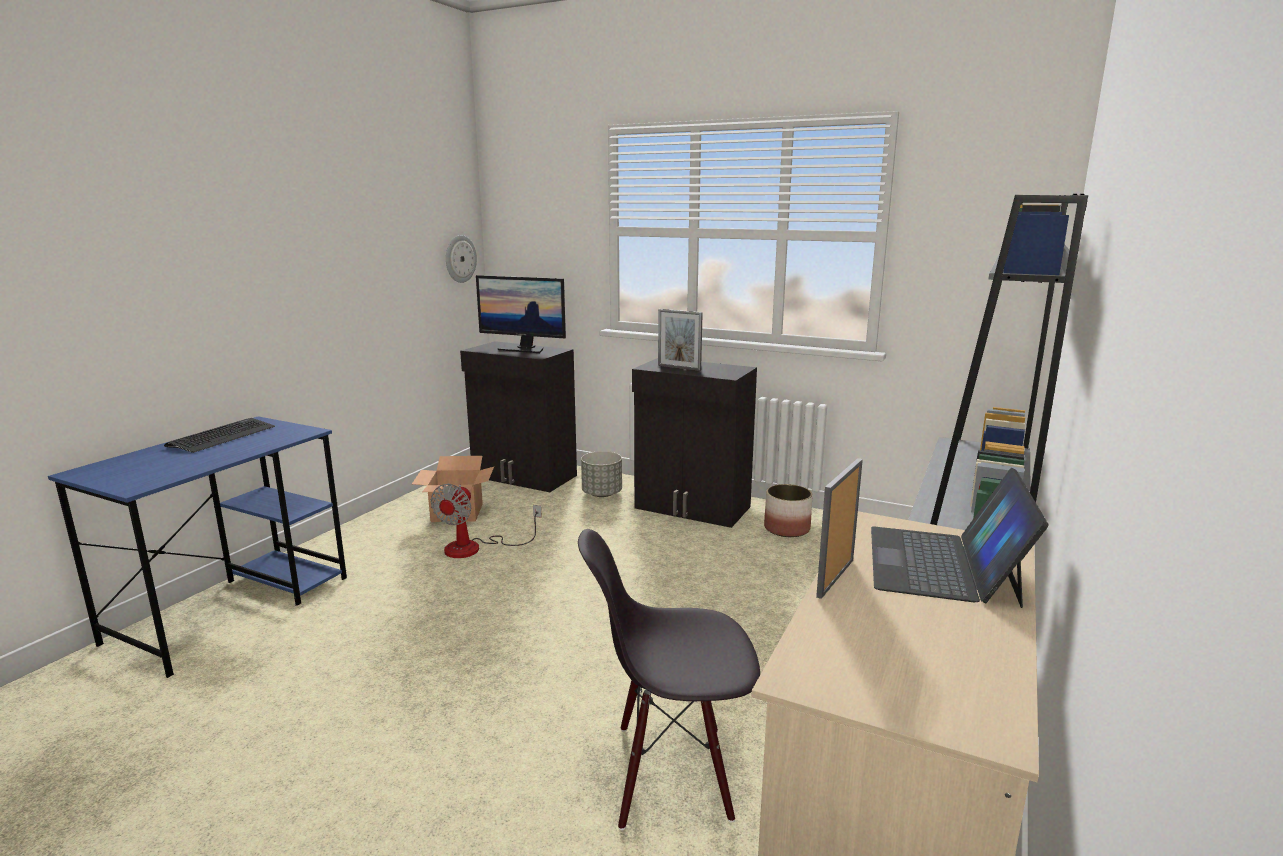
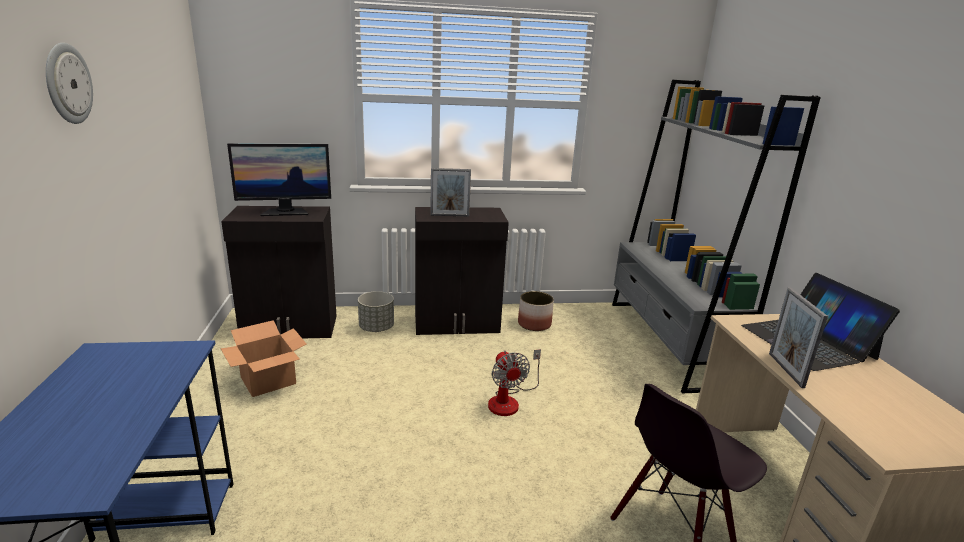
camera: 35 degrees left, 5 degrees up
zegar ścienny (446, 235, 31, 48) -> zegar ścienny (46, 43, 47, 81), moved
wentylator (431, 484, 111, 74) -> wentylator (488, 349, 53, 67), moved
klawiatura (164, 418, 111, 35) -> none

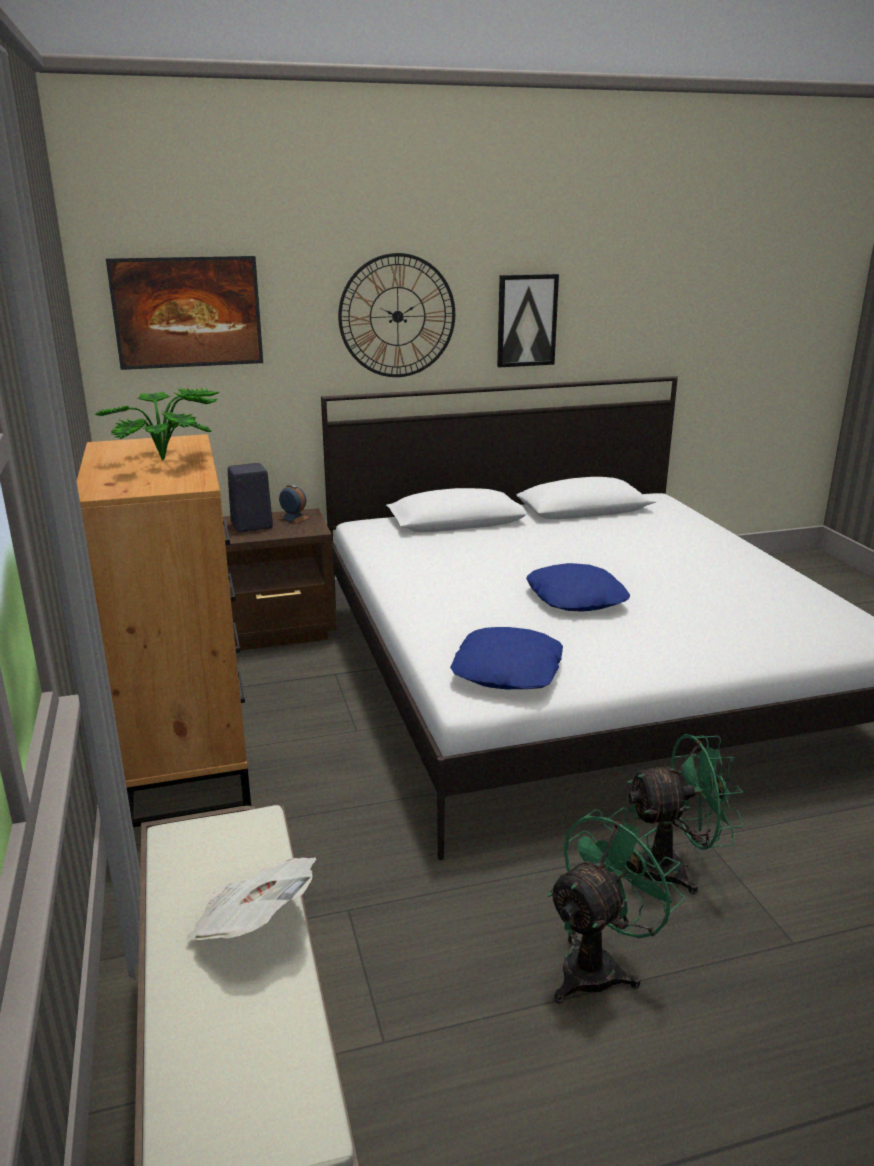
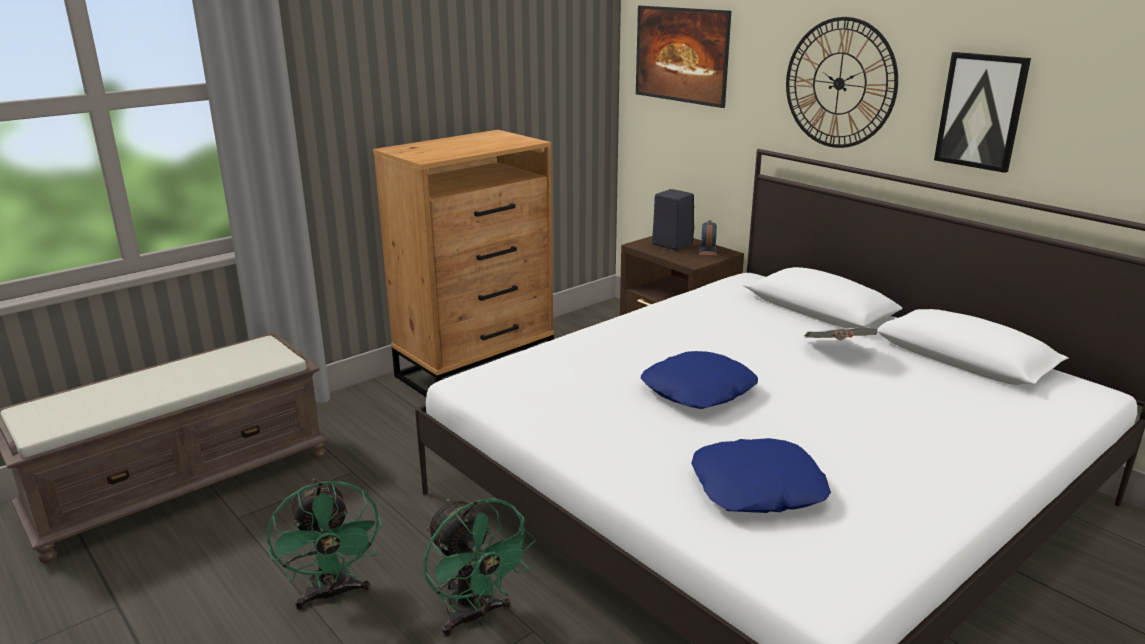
camera: 65 degrees right, 0 degrees up
wentylator [zielony] (547, 807, 138, 197) -> wentylator [zielony] (267, 478, 115, 131), 45 degrees clockwise
poduszka [niebieski] (450, 627, 113, 62) -> poduszka [niebieski] (691, 438, 140, 75), moved
gazeta (186, 857, 130, 83) -> gazeta (804, 328, 74, 13), moved
roślina doniczkowa (95, 388, 124, 72) -> none

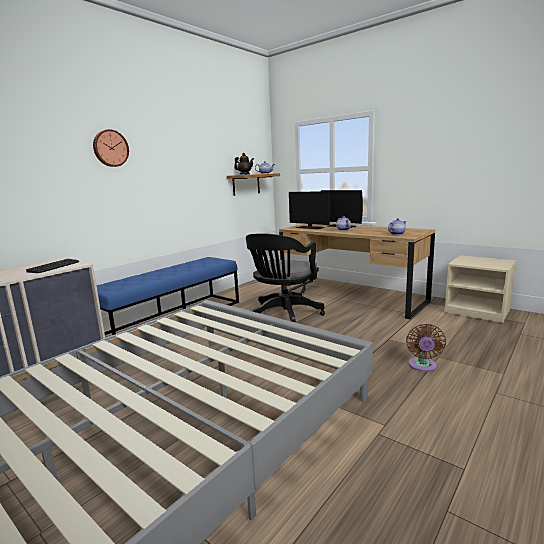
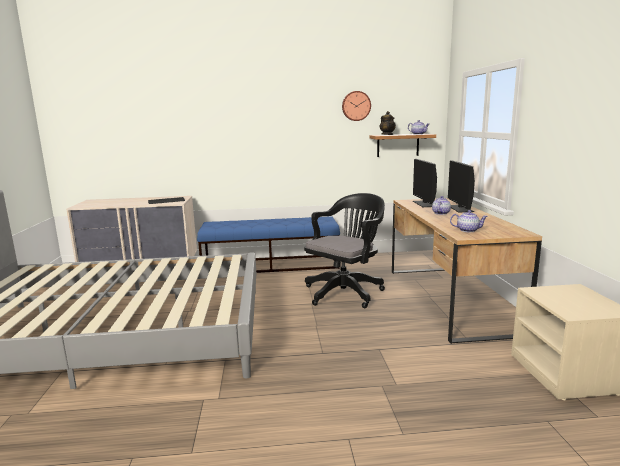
camera: 45 degrees right, 0 degrees up
krzesło biurowe [czarny] (246, 233, 79, 89) -> krzesło biurowe [czarny] (304, 193, 81, 115), 150 degrees clockwise
zegar ścienny (93, 129, 36, 38) -> zegar ścienny (342, 91, 29, 30), moved
wentylator [brązowy] (406, 324, 40, 48) -> none

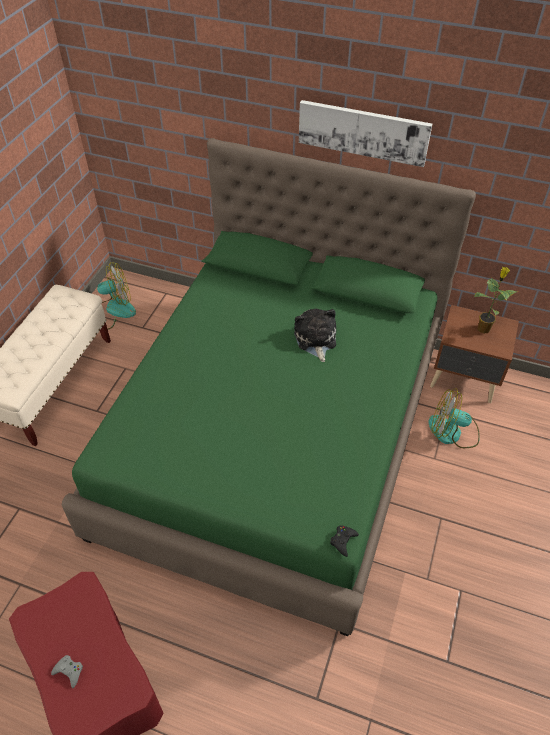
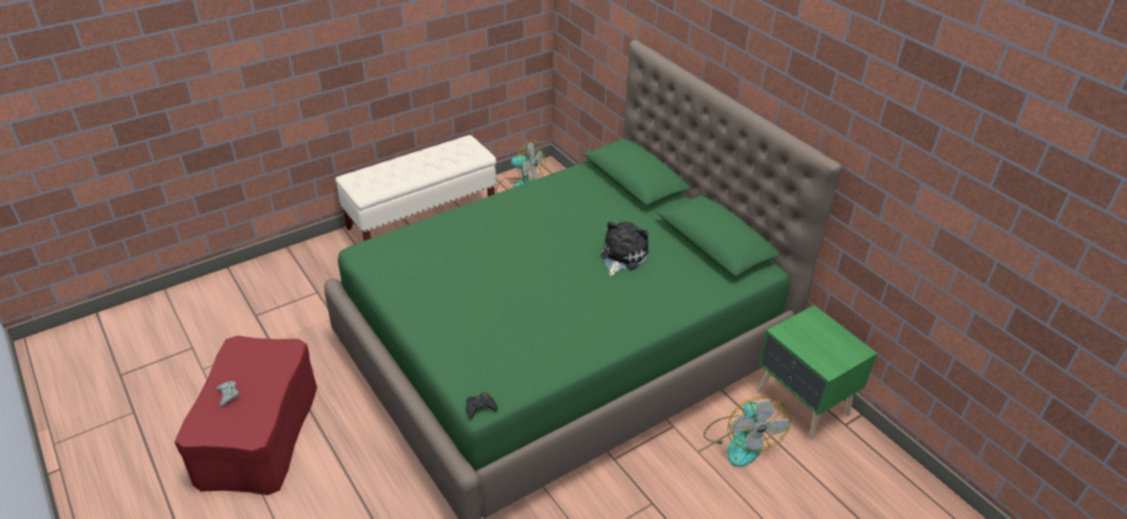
camera: 35 degrees right, 10 degrees down
wentylator (428, 388, 52, 60) -> wentylator (703, 397, 88, 70), 150 degrees counterclockwise
szafka nocna [brązowy] (430, 305, 89, 98) -> szafka nocna [zielony] (758, 305, 119, 134)
obraz (299, 100, 133, 67) -> none
roślina doniczkowa (474, 267, 43, 67) -> none

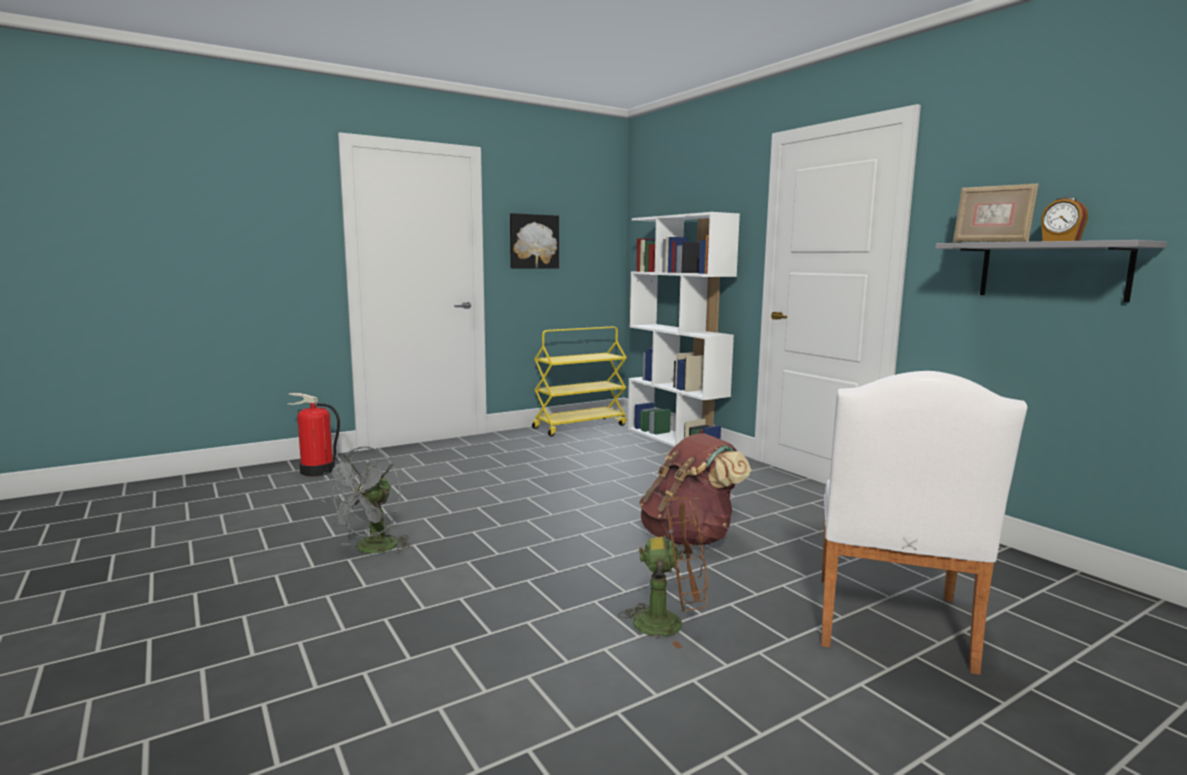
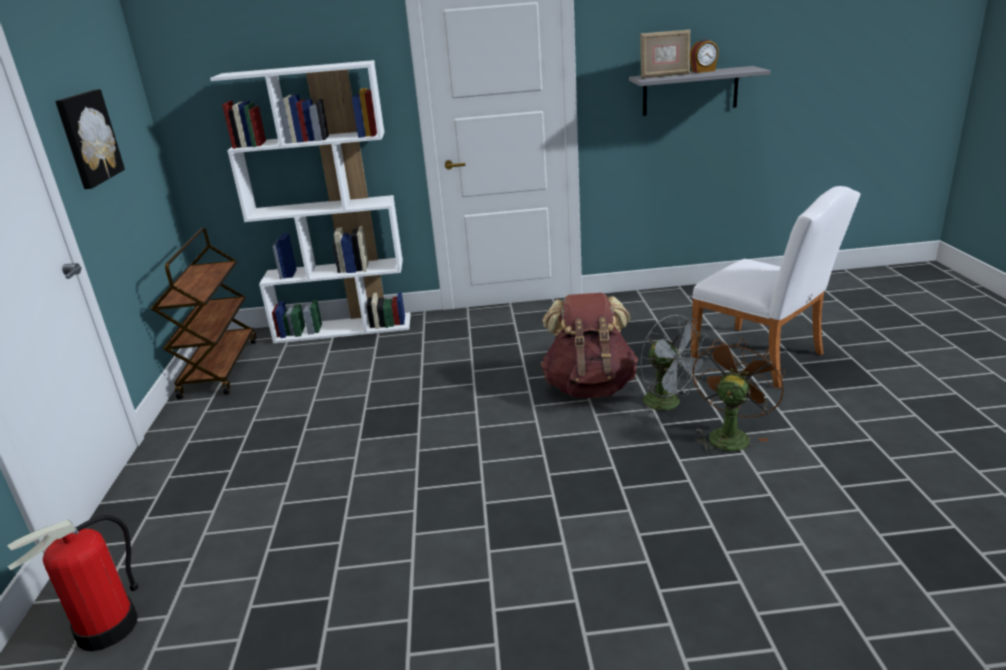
camera: 60 degrees left, 15 degrees up
wózek [żółty] (532, 326, 95, 110) -> wózek [brązowy] (151, 227, 105, 172)
wentylator [szary] (321, 446, 90, 108) -> wentylator [szary] (641, 315, 69, 103), moved

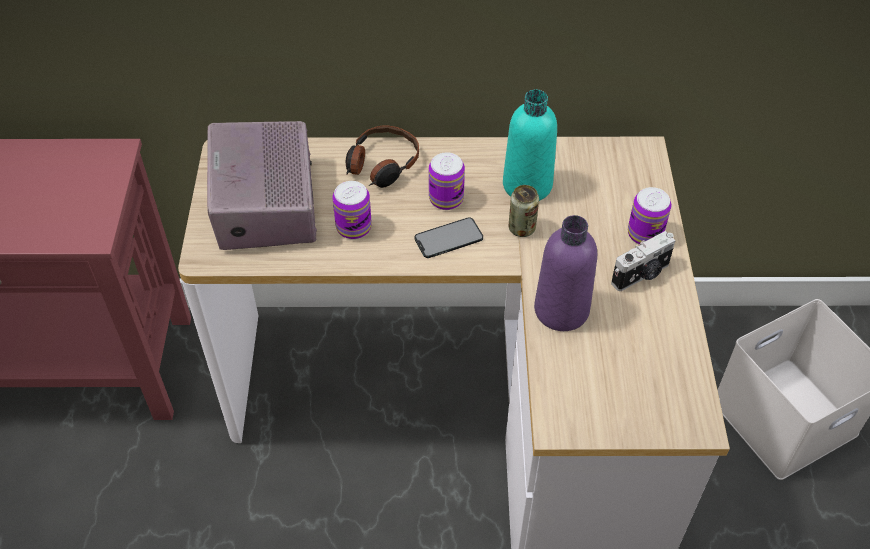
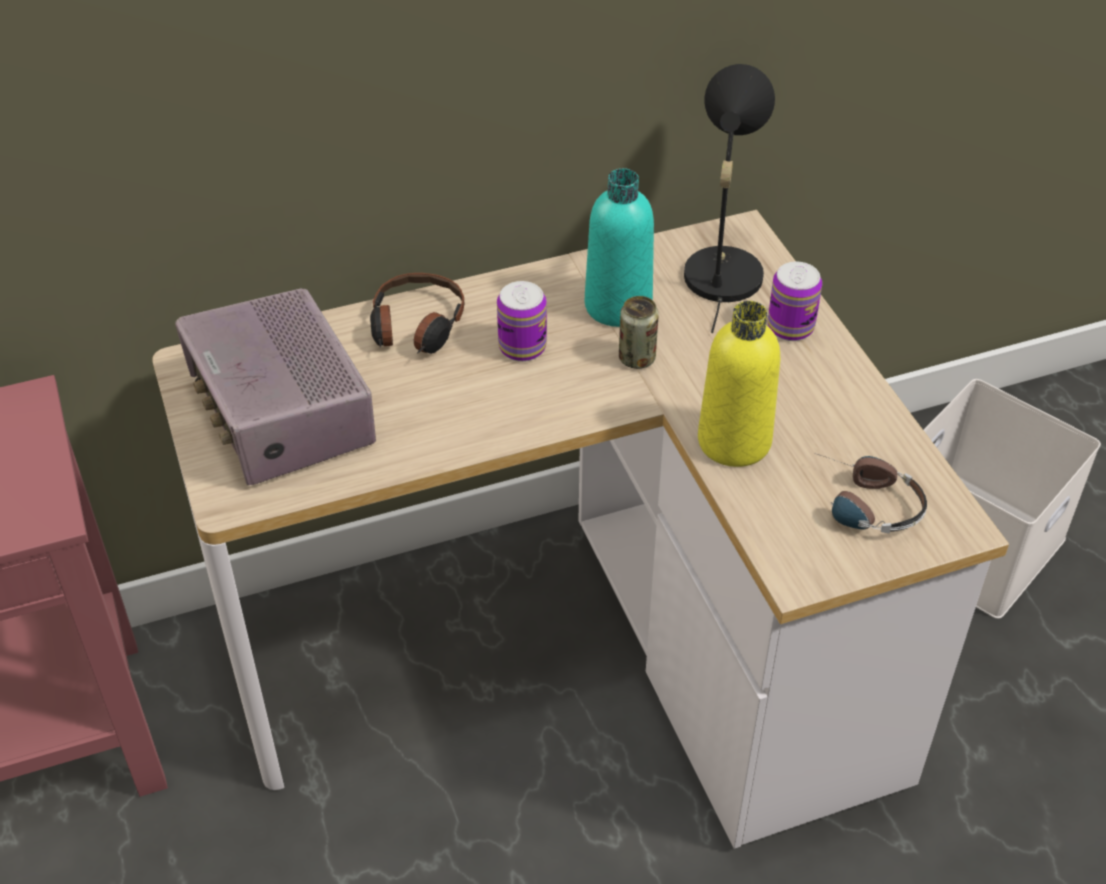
camera: 20 degrees left, 5 degrees down
none -> lampa stołowa [czarny] (684, 64, 91, 269)
butelka [fioletowy] (534, 215, 63, 116) -> butelka [żółty] (698, 301, 82, 166)
none -> słuchawki (814, 453, 113, 81)
puszka (332, 181, 40, 58) -> none
telefon (414, 217, 69, 41) -> none
aparat fotograficzny (611, 231, 64, 60) -> none

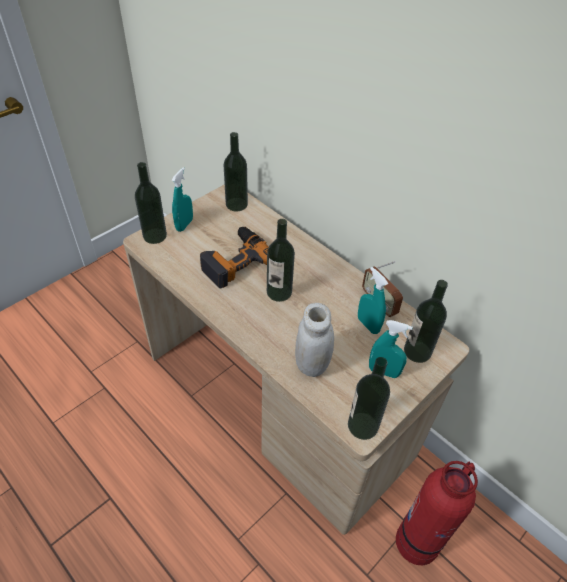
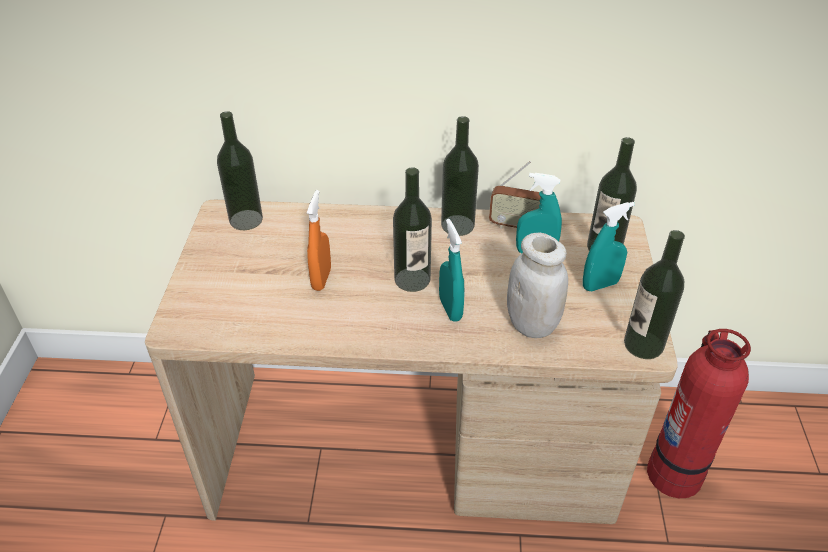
camera: 40 degrees left, 5 degrees down
wiertarka (200, 227, 69, 61) -> spryskiwacz [pomarańczowy] (307, 190, 24, 101)
spryskiwacz [turkusowy] (172, 167, 21, 65) -> spryskiwacz [turkusowy] (439, 219, 26, 103), moved
butelka (135, 162, 32, 82) -> butelka (441, 116, 38, 120), moved

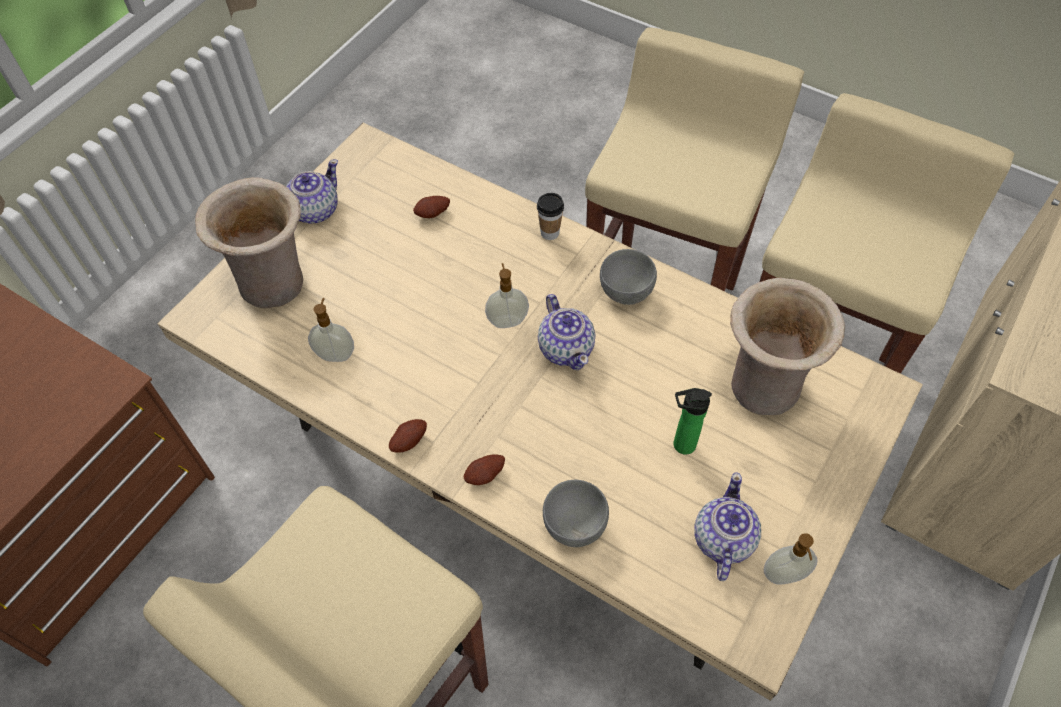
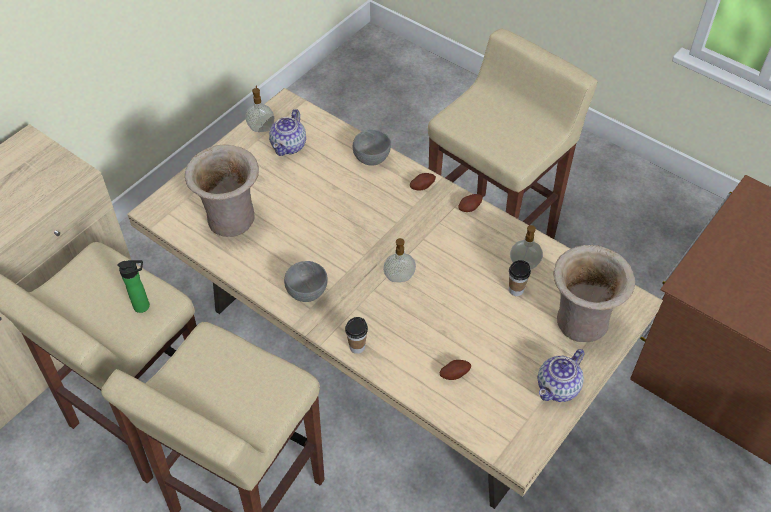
camera: 175 degrees left, 5 degrees down
butelka (674, 388, 38, 67) -> butelka (117, 260, 33, 53), moved
none -> filiżanka (509, 260, 22, 36)
imbryk (538, 294, 57, 76) -> none

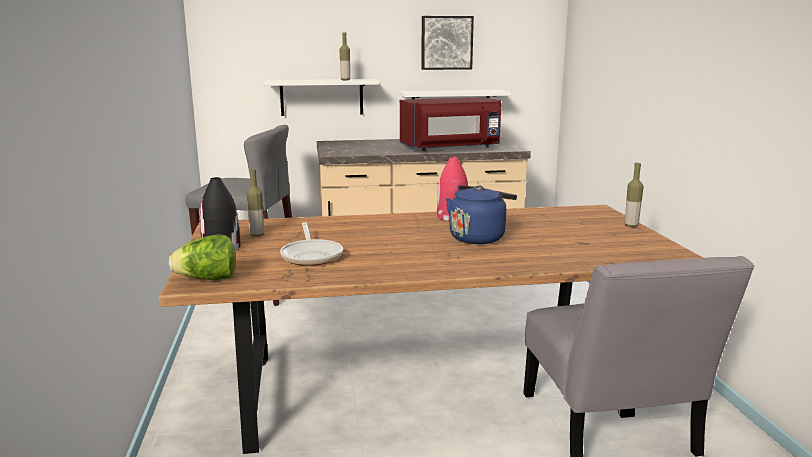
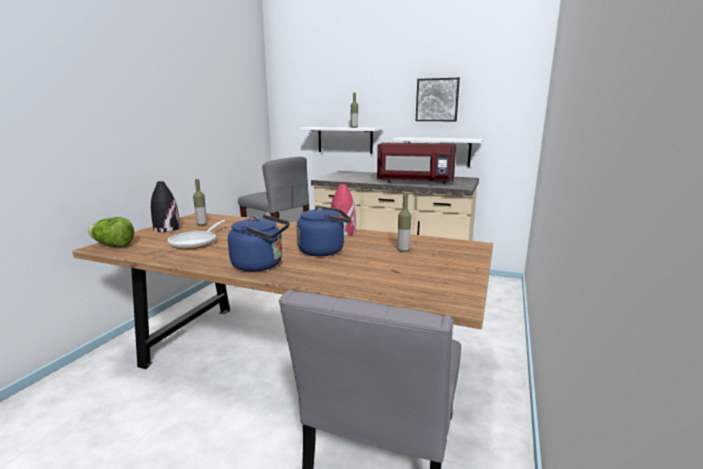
camera: 30 degrees right, 0 degrees up
none -> czajnik [niebieski] (228, 215, 61, 57)
butelka (625, 163, 19, 64) -> butelka (398, 195, 13, 57), moved

